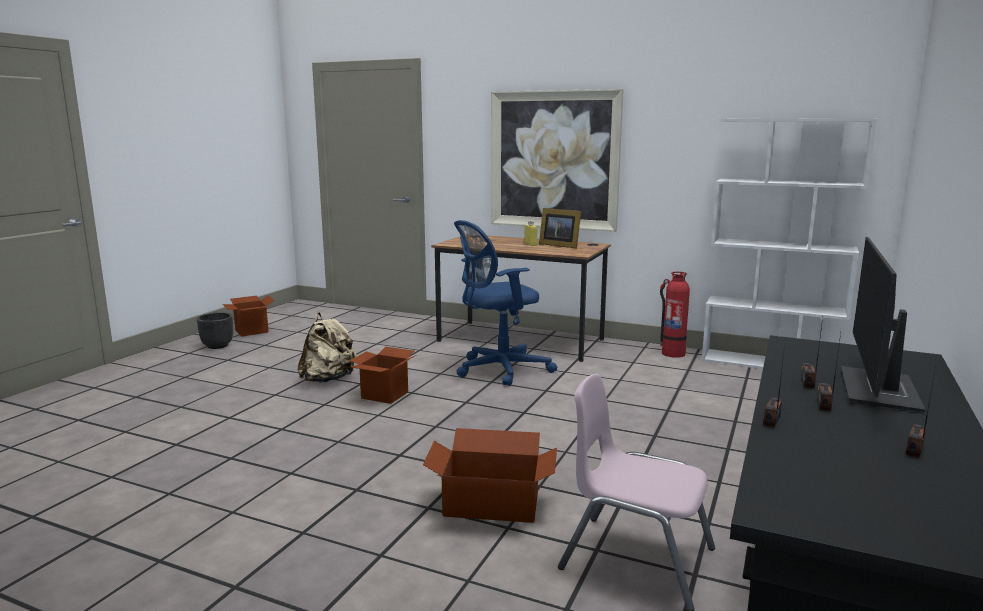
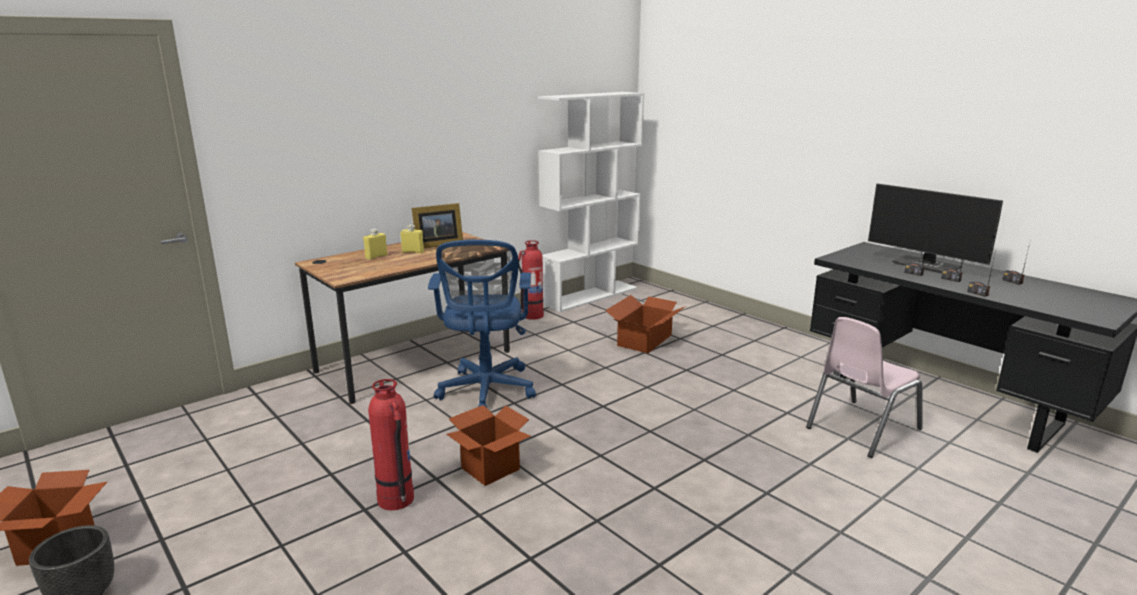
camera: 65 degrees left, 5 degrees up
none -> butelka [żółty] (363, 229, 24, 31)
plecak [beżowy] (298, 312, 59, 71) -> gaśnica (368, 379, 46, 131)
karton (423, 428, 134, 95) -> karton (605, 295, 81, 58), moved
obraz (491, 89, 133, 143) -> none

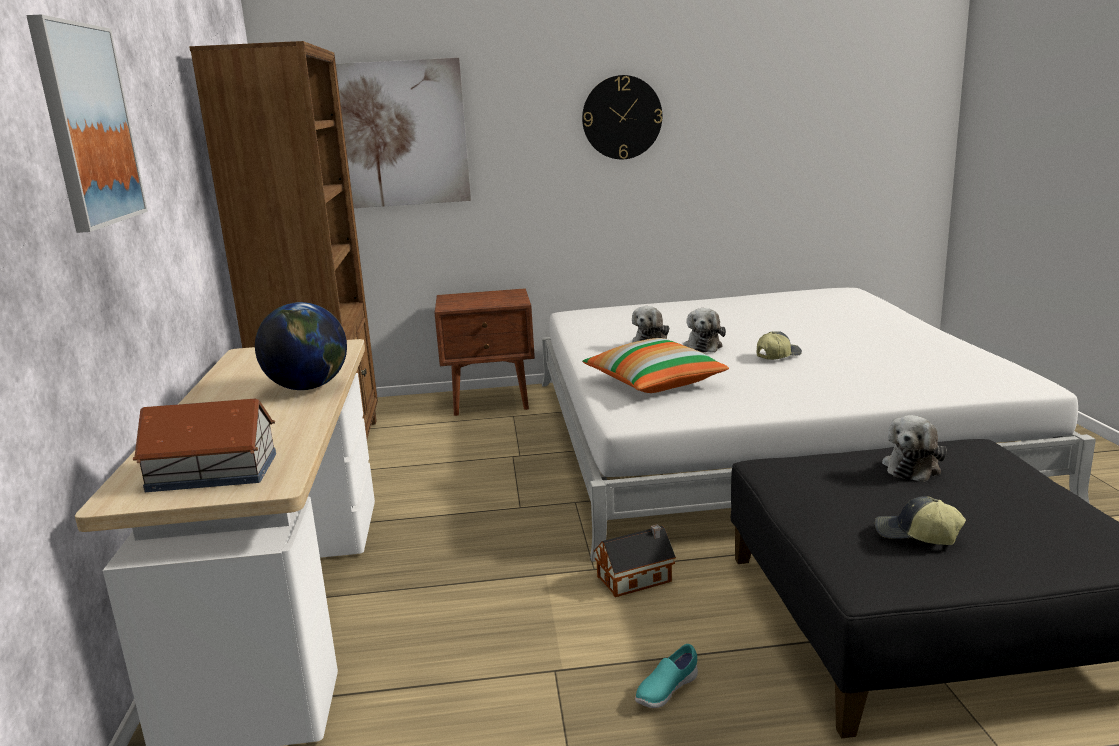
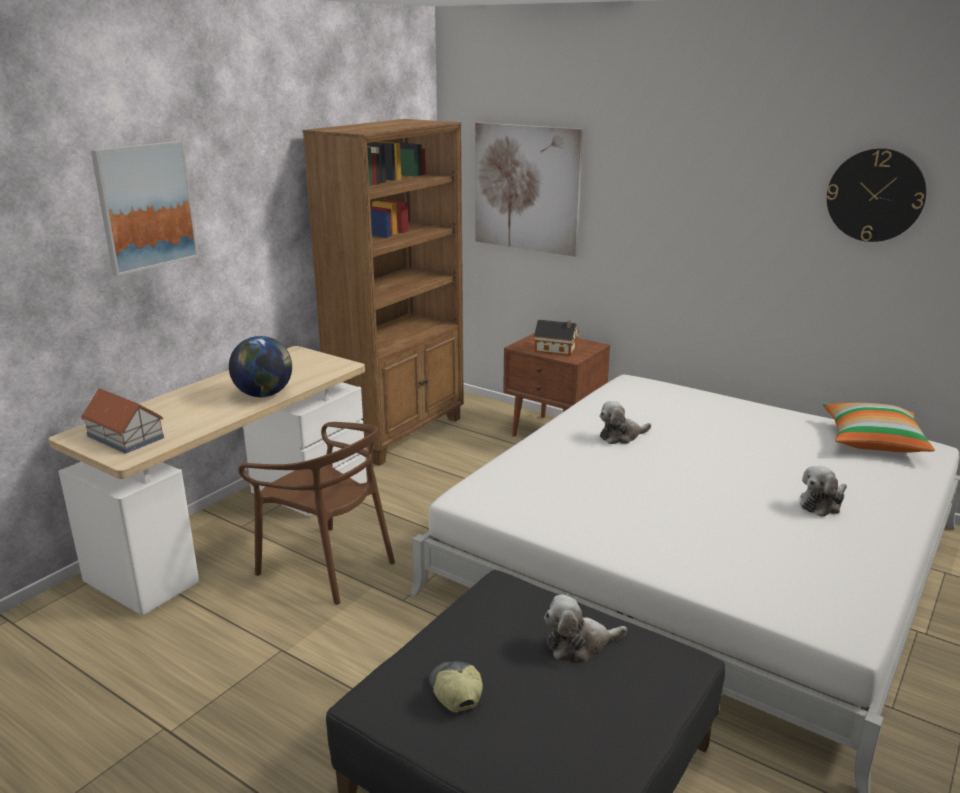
camera: 40 degrees right, 5 degrees up
none -> krzesło [brązowy] (238, 422, 157, 183)
domek (594, 524, 82, 73) -> domek (534, 320, 45, 36), moved
pluszak (683, 308, 43, 45) -> pluszak (800, 466, 47, 51), moved
poduszka (582, 338, 147, 55) -> poduszka (823, 403, 112, 50), moved
zegar ścienny (582, 75, 80, 84) -> zegar ścienny (827, 148, 100, 94), moved
but [turkusowy] (635, 644, 63, 64) -> none
czapka z daszkiem (757, 331, 45, 29) -> none

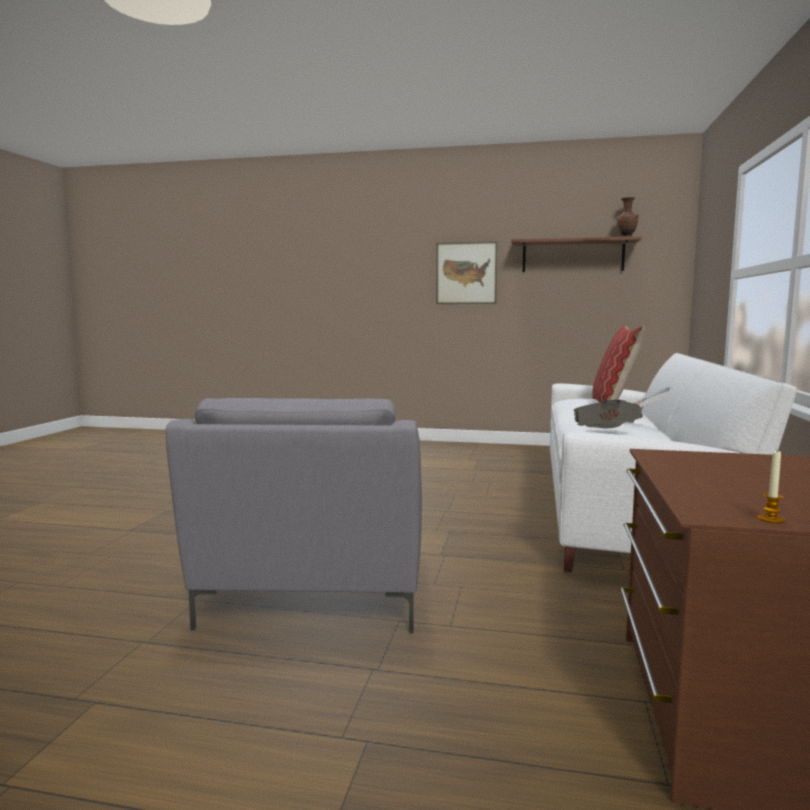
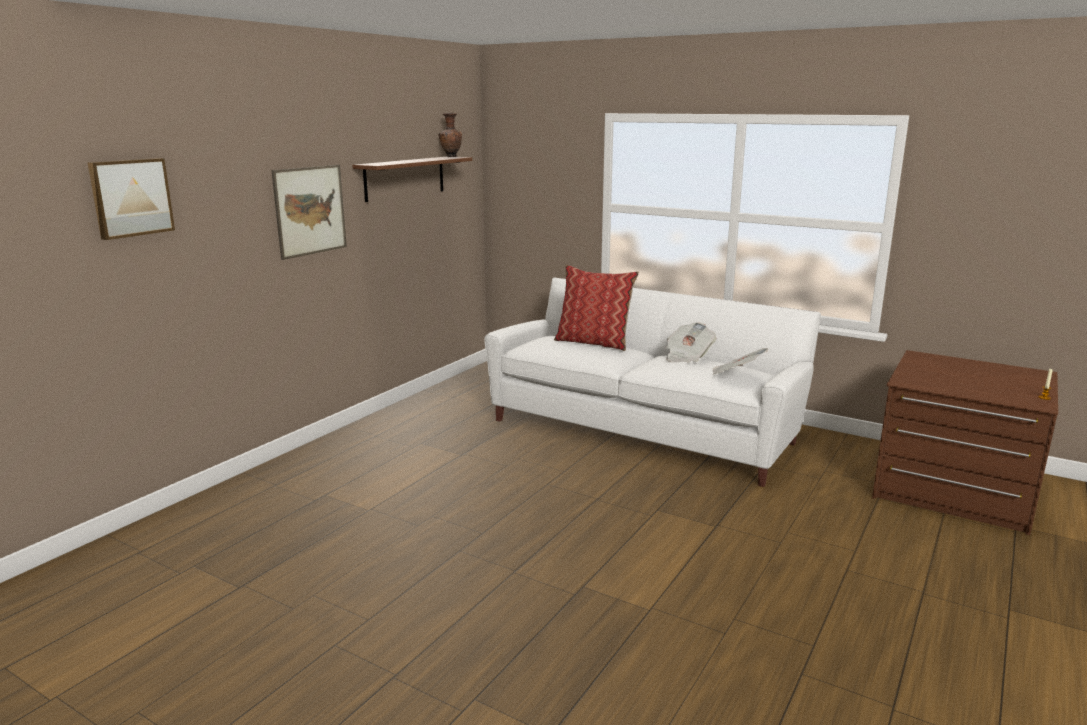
camera: 70 degrees left, 10 degrees up
none -> obraz (87, 158, 88, 82)
fotel [szary] (165, 398, 257, 235) -> none

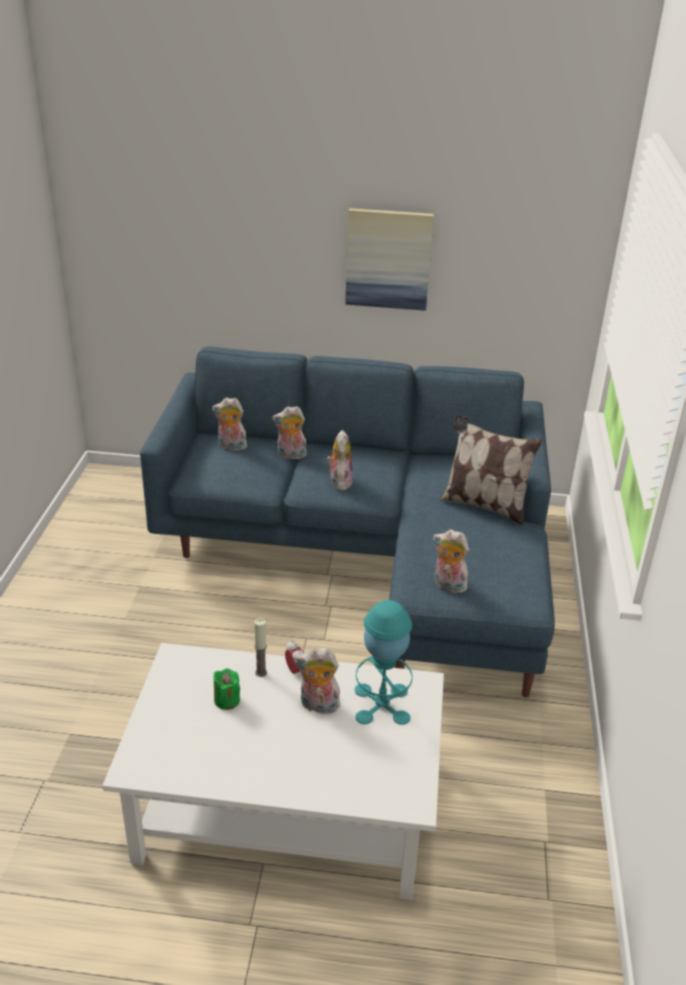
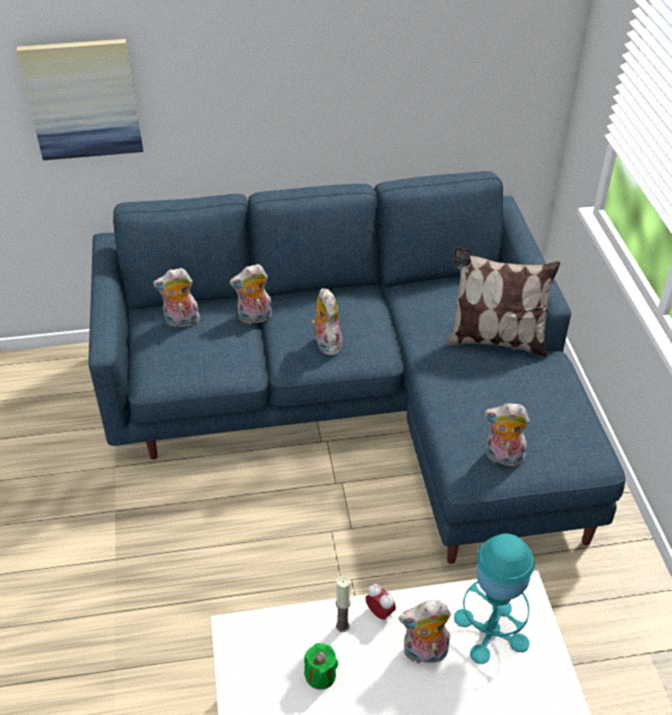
camera: 15 degrees left, 10 degrees up
obraz (345, 208, 89, 103) -> obraz (17, 39, 126, 121), moved

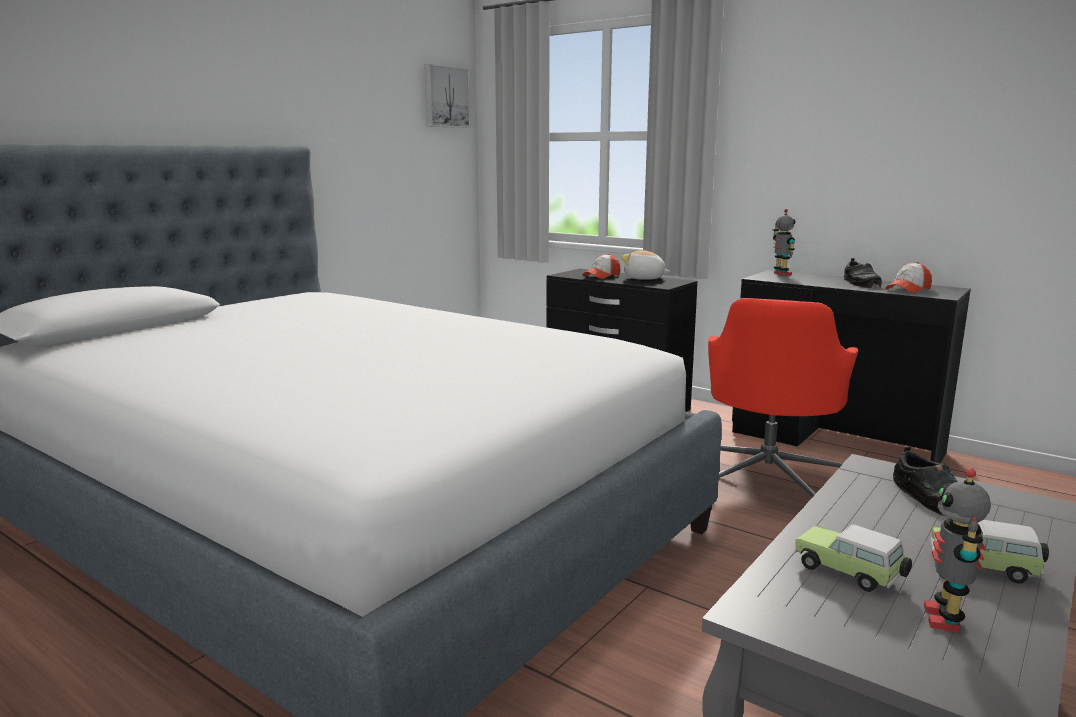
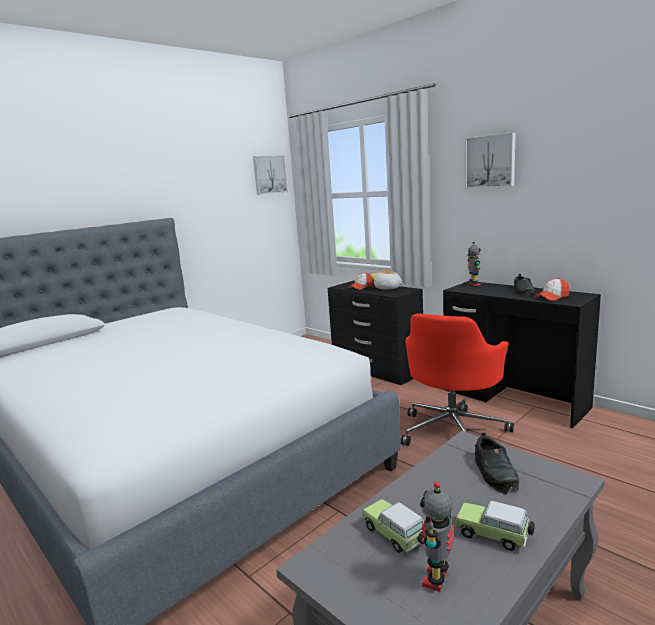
camera: 10 degrees right, 0 degrees up
none -> obraz (465, 132, 51, 57)

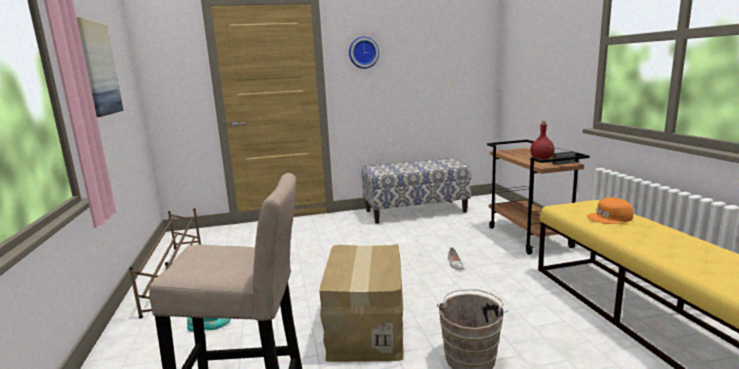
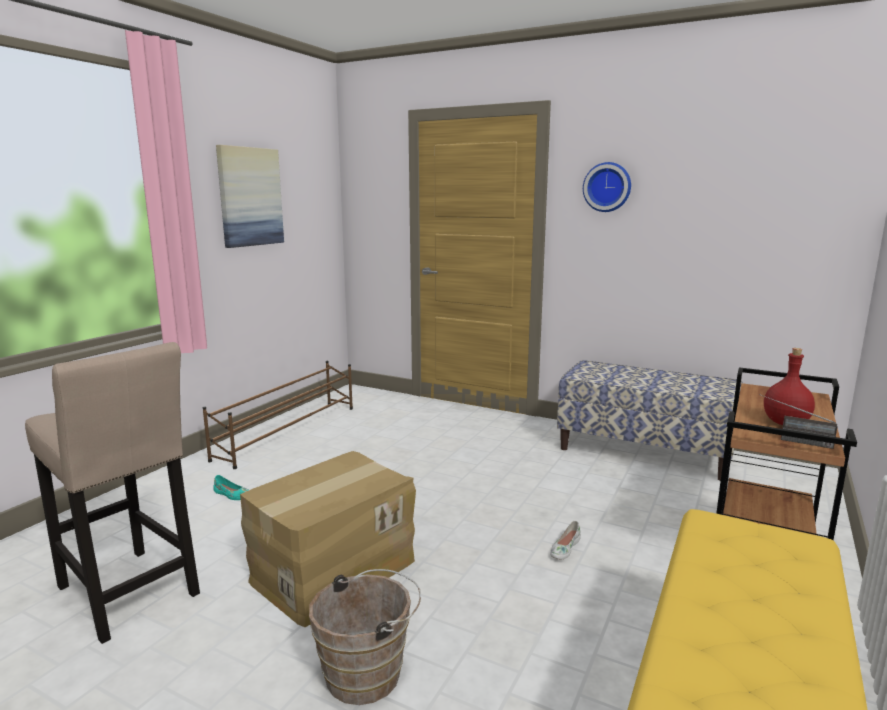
camera: 40 degrees right, 0 degrees up
czapka z daszkiem [pomarańczowy] (587, 197, 46, 27) -> none

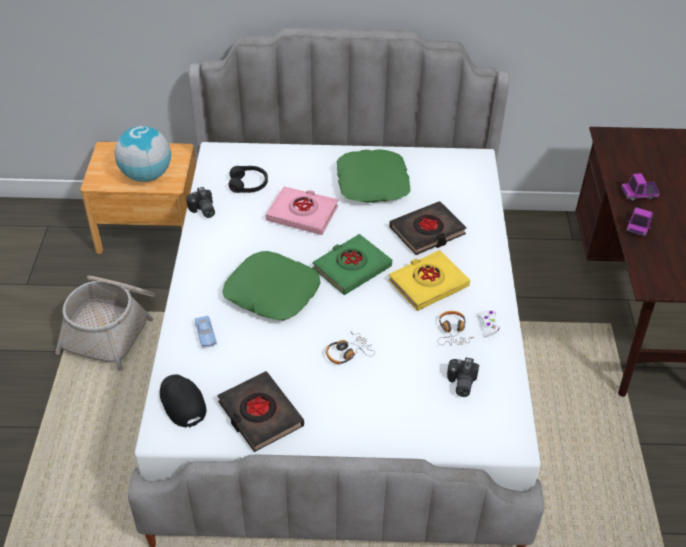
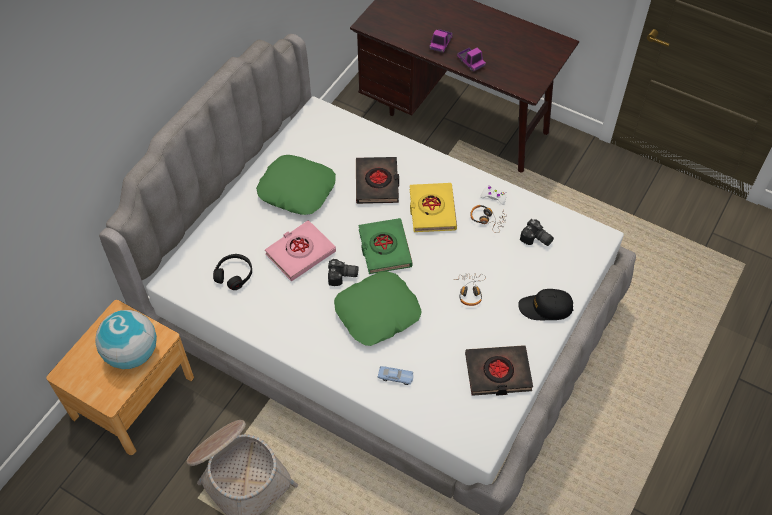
camera: 60 degrees left, 10 degrees up
aparat fotograficzny (186, 187, 29, 31) -> aparat fotograficzny (328, 259, 31, 27), moved
czapka z daszkiem [czarny] (160, 374, 46, 54) -> czapka z daszkiem [czarny] (518, 289, 55, 31), moved

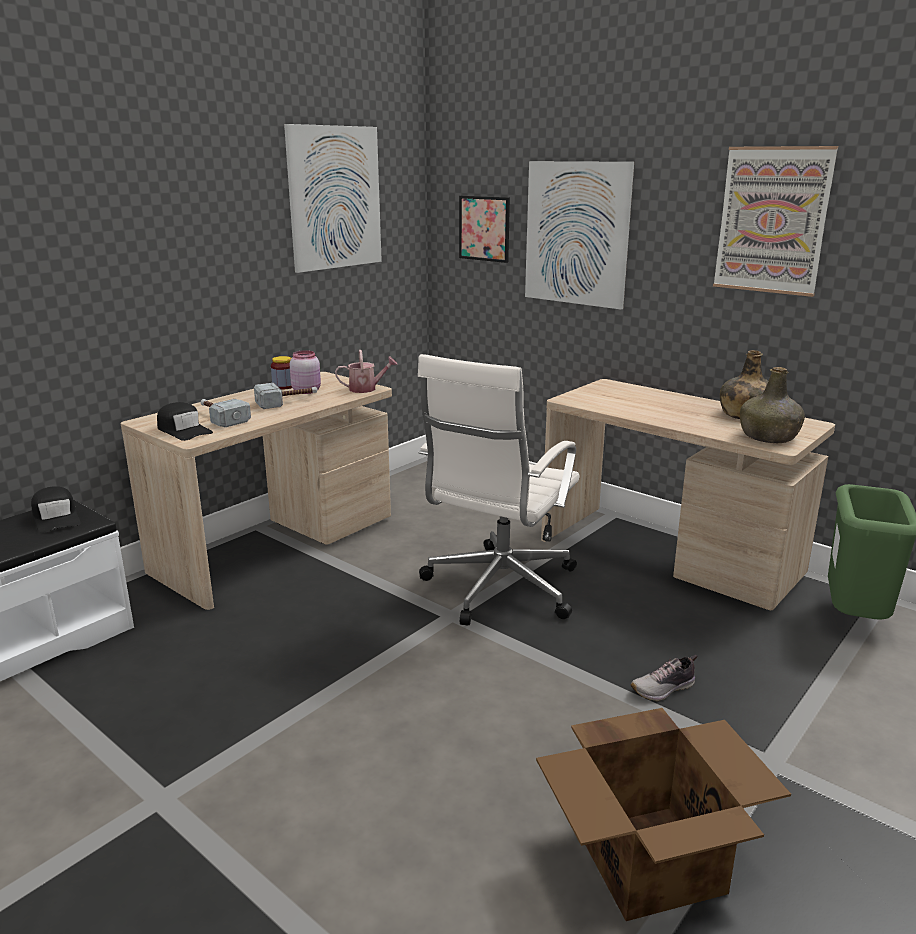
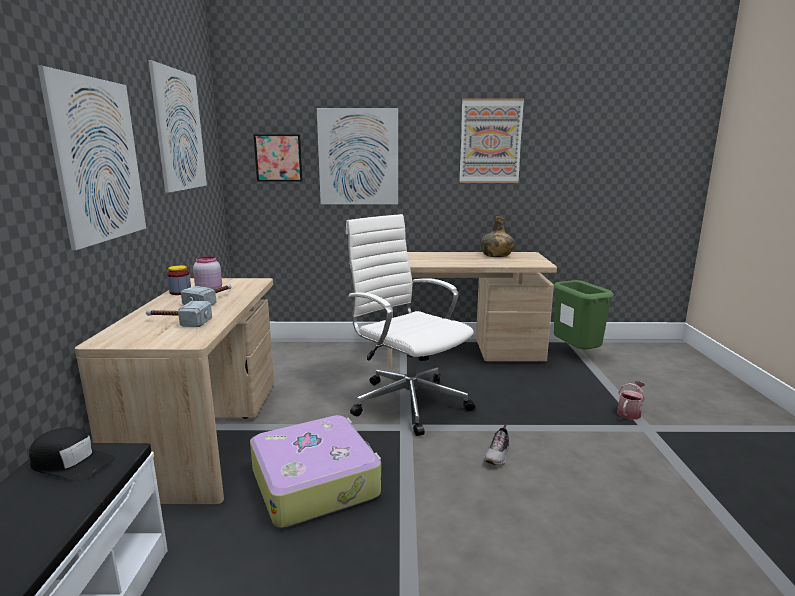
camera: 40 degrees left, 5 degrees down
none -> obraz (38, 66, 108, 184)
none -> walizka (250, 415, 131, 113)
krzesło biurowe [biały] (418, 354, 162, 271) -> krzesło biurowe [biały] (346, 214, 129, 222), 150 degrees clockwise
but (630, 655, 67, 46) -> but (483, 424, 26, 42), moved
konewka (335, 350, 63, 43) -> konewka (617, 381, 28, 39), moved
czapka z daszkiem [czarny] (157, 402, 56, 39) -> none
karton (536, 708, 255, 213) -> none
butelka [zielony] (740, 367, 65, 76) -> none

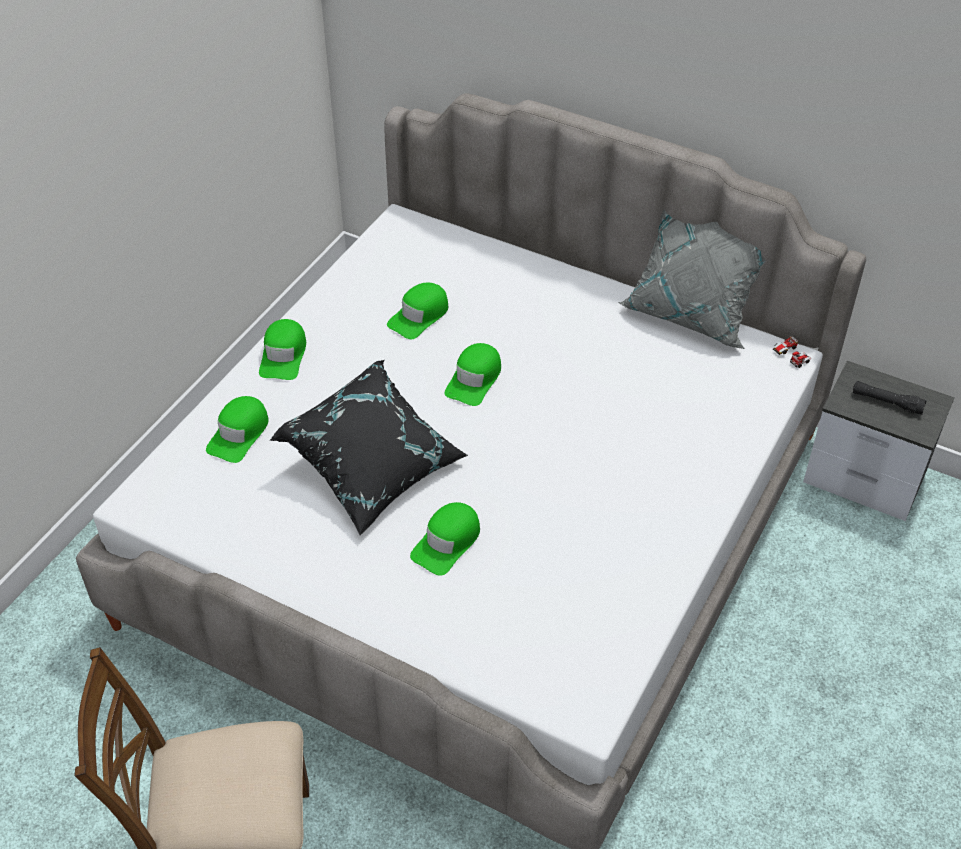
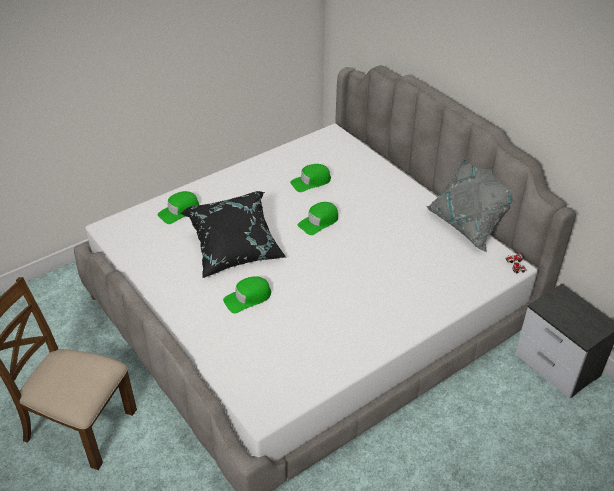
camera: 25 degrees right, 5 degrees down
czapka z daszkiem [zielony] (259, 319, 47, 61) -> none
latarka [czarny] (853, 381, 74, 34) -> none

